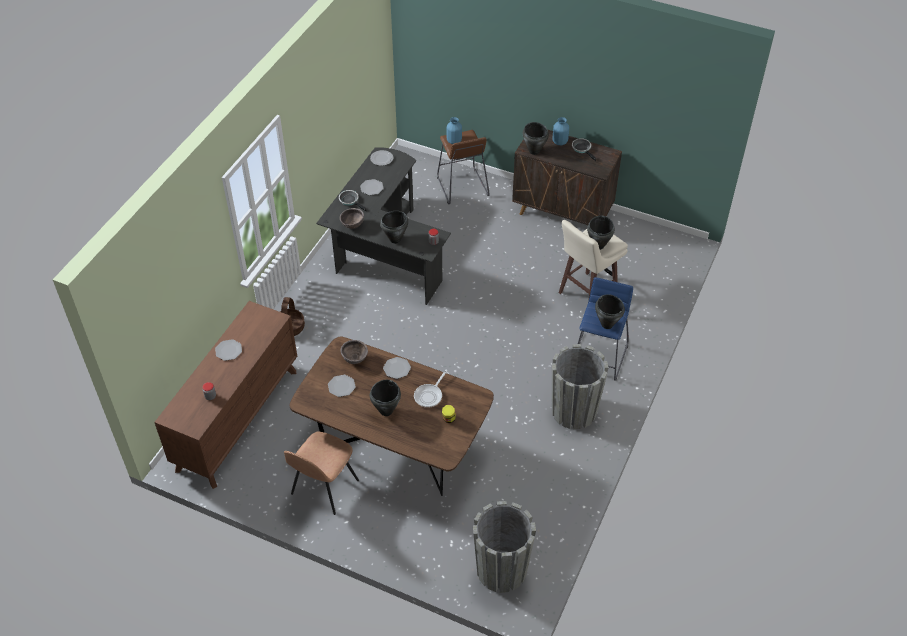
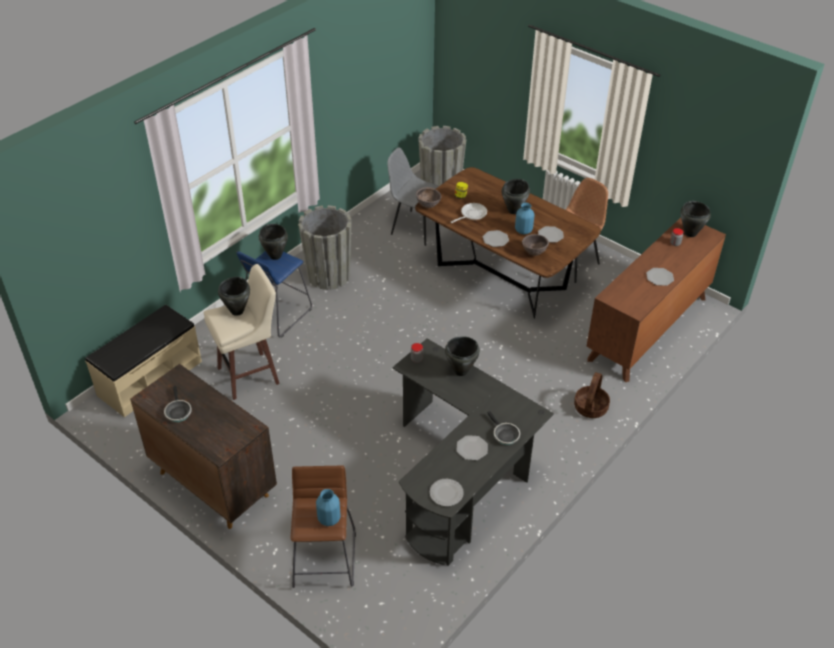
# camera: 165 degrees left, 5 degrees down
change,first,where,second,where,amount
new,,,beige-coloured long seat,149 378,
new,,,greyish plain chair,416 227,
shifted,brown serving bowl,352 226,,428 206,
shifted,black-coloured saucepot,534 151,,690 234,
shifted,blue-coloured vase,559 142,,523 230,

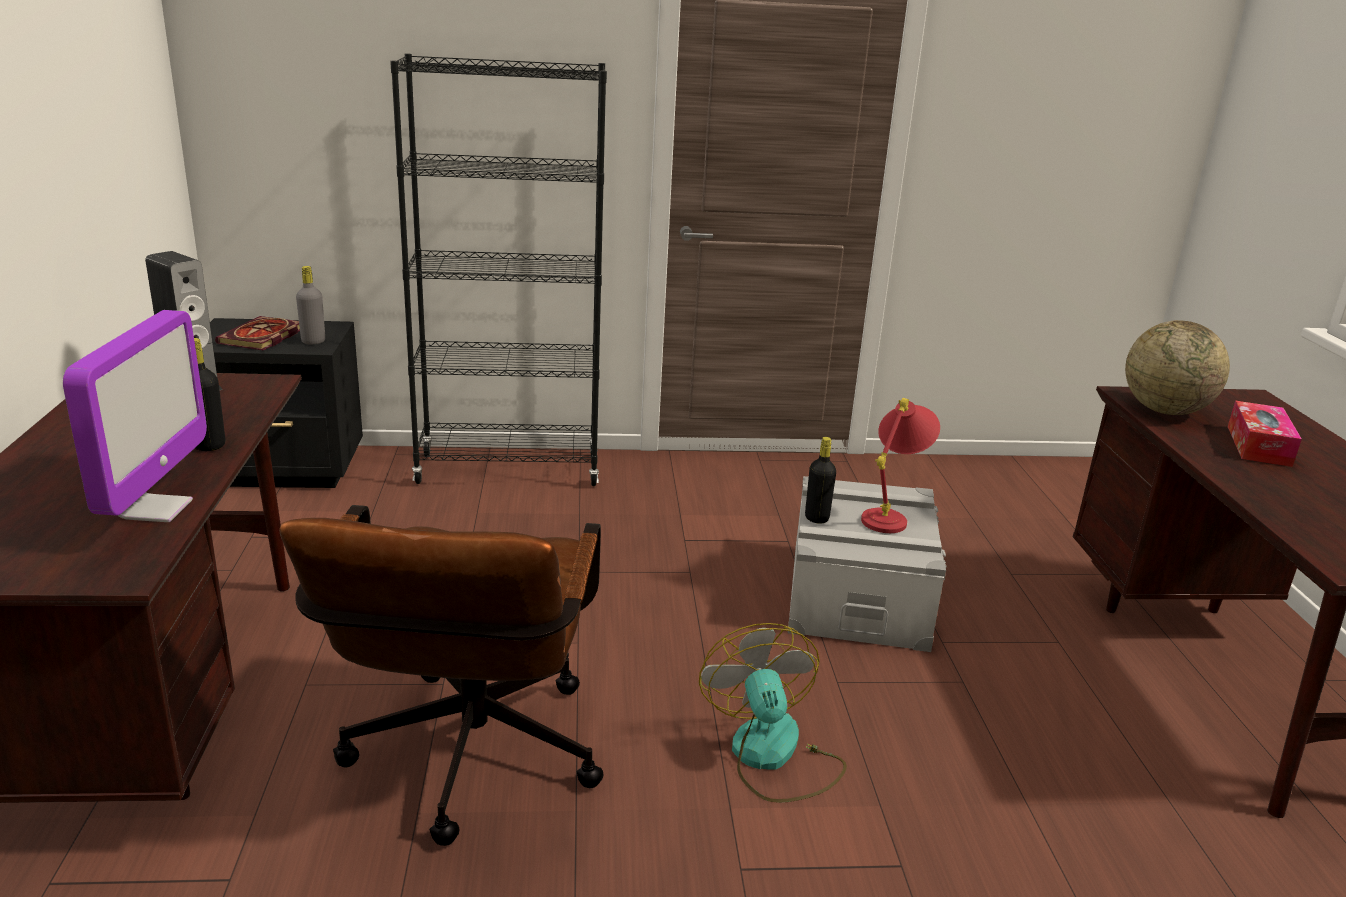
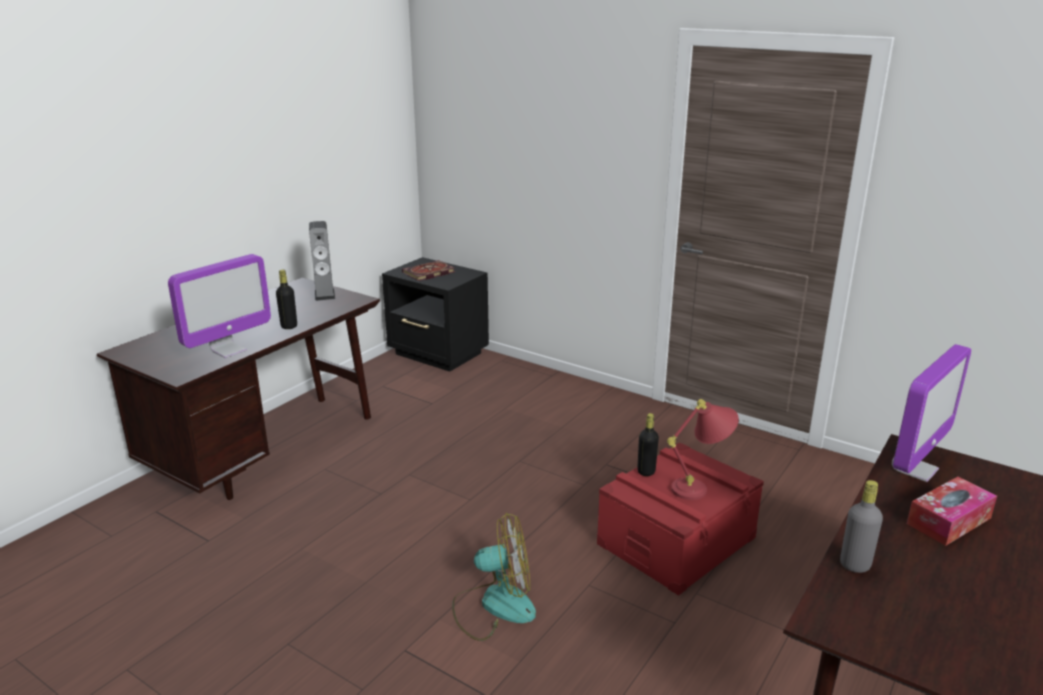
# camera: 40 degrees right, 0 degrees up
change,first,where,second,where,amount
gone,brown desk chair,468 765,,,
gone,black-coloured shelving unit,509 470,,,
shifted,greyish beverage bottle,313 341,,855 565,
swapped,world globe,1164 410,computer display,914 469,
repainted,greyish storage bin,857 595,reddish storage bin,676 540,
rotated,fan,772 756,,494 606,60 degrees clockwise

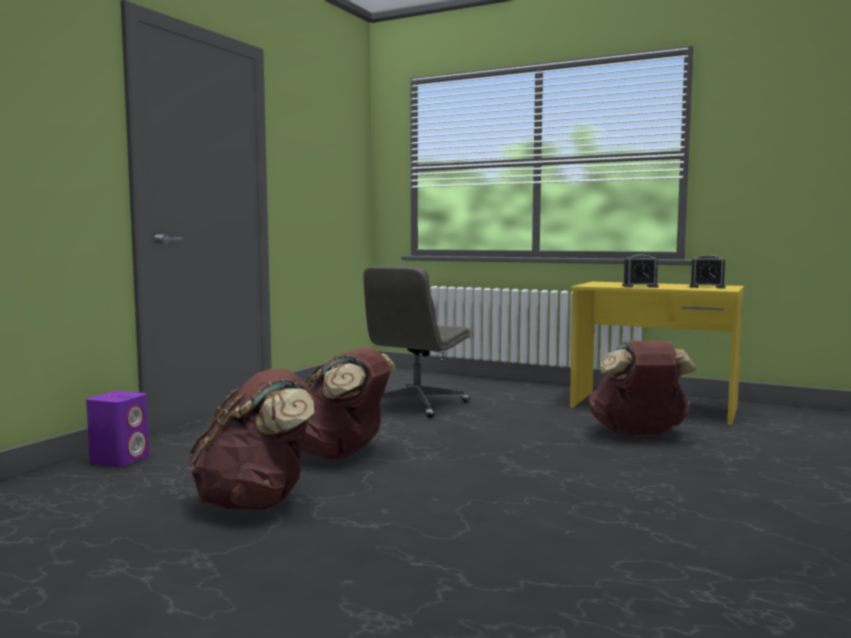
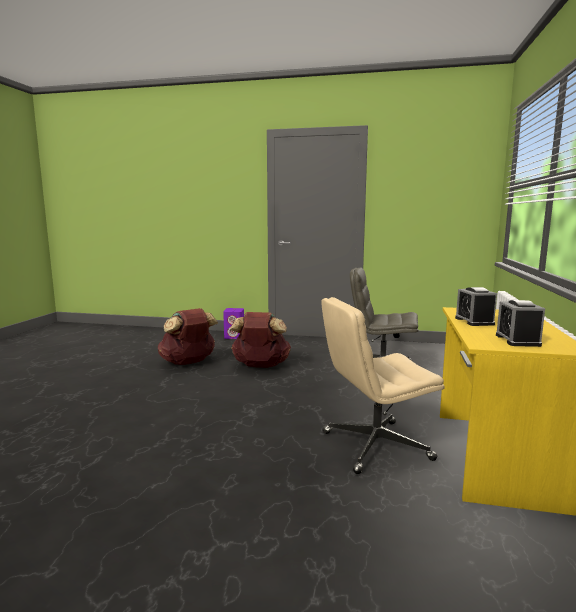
# camera: 75 degrees right, 5 degrees up
change,first,where,second,where,amount
swapped,brown knapsack,638 433,beige-coloured desk chair,374 446,

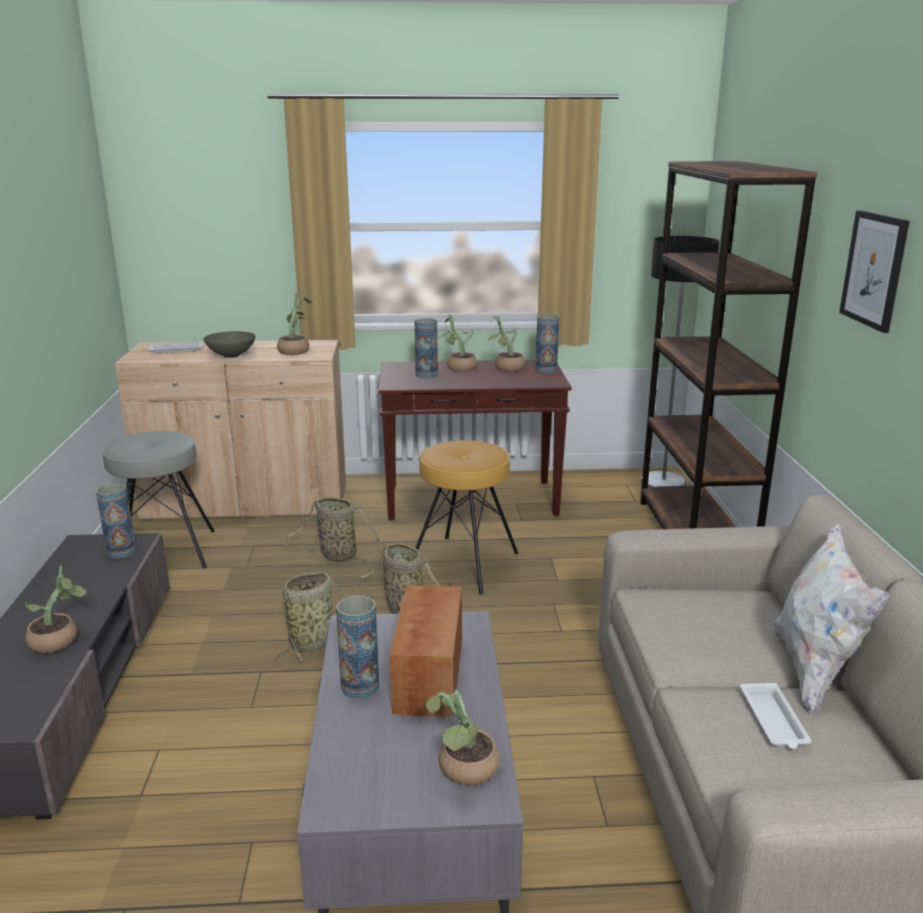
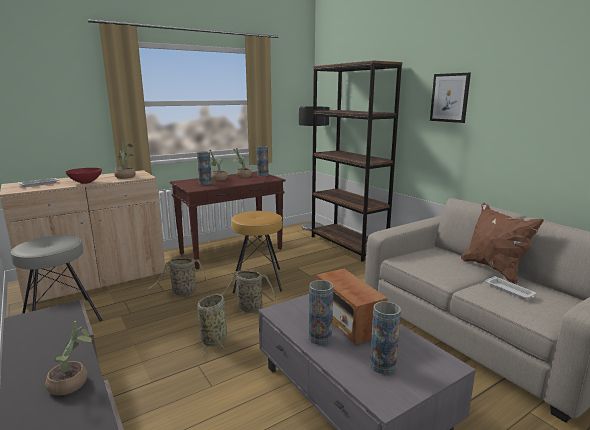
# camera: 30 degrees left, 5 degrees down
change,first,where,second,where,amount
gone,plant in a pot,464 771,,,
shifted,vase,121 552,,382 365,
repainted,greyish serving bowl,232 355,reddish serving bowl,86 182,
repainted,white throw pillow,814 671,brown throw pillow,494 270,

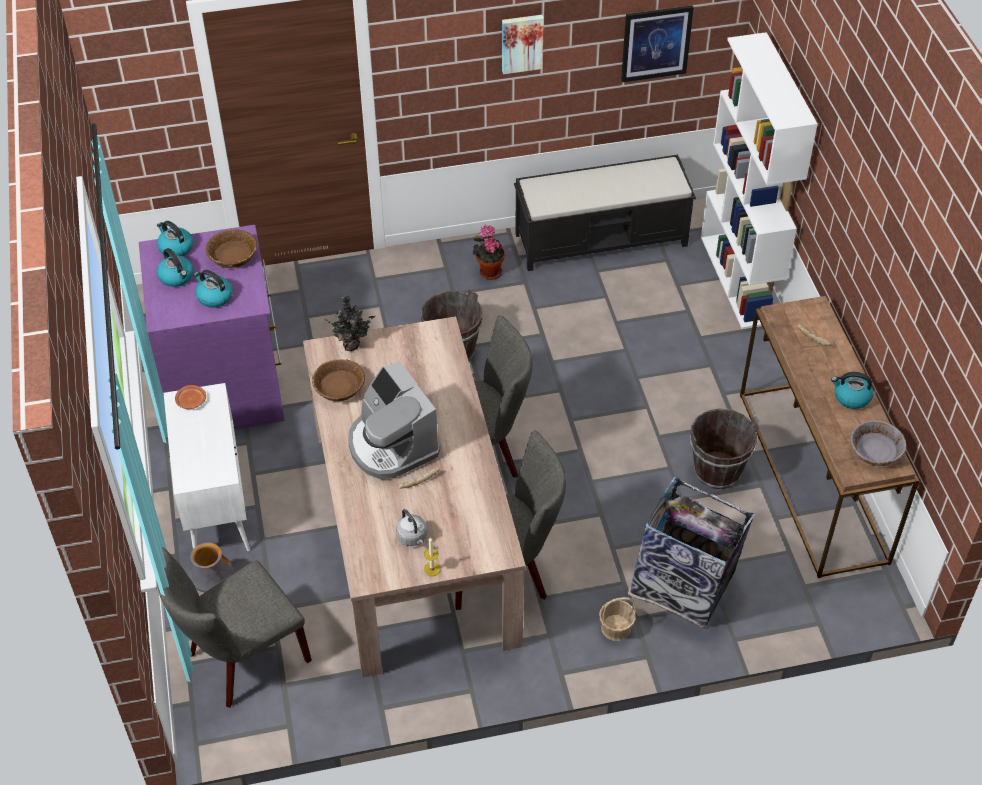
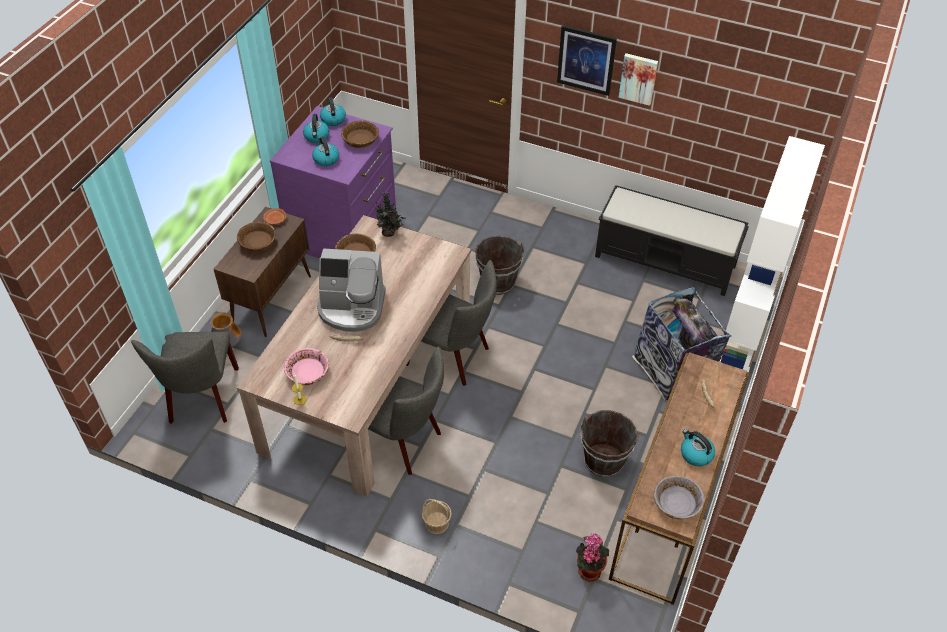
# camera: 35 degrees right, 0 degrees up
change,first,where,second,where,amount
new,,,brown serving bowl,258 242,
shifted,plant in a pot,489 271,,589 569,
shifted,wall art,656 43,,586 60,
shifted,rubbish bin,684 586,,673 372,
swapped,greyish water kettle,413 537,pink serving bowl,308 373,
repainted,white cabinet,216 506,brown cabinet,272 299,
rotated,greyish plain chair,242 660,,202 399,90 degrees counterclockwise
rotated,coffee machine,391 445,,352 308,90 degrees counterclockwise

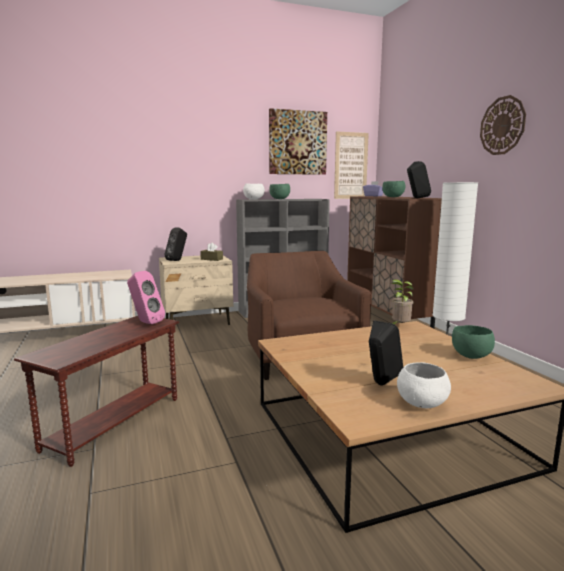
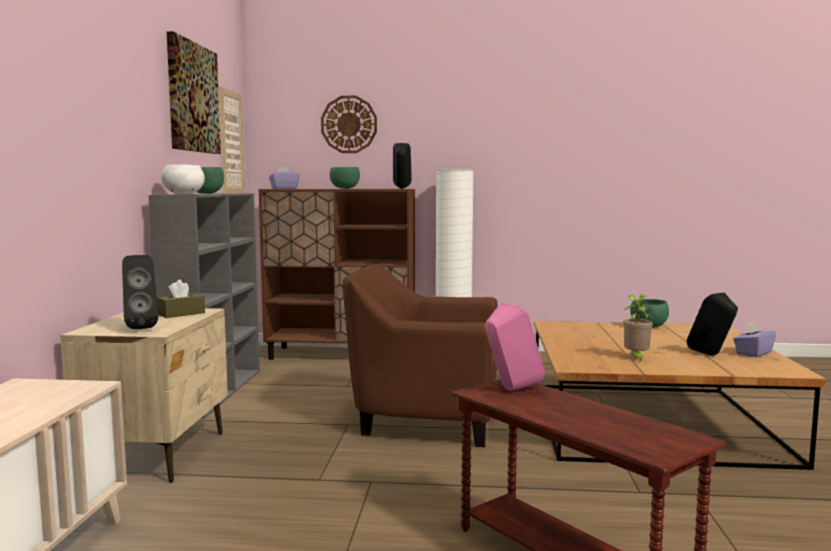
# camera: 65 degrees left, 5 degrees down
change,first,where,second,where,amount
shifted,plant in a pot,399 326,,636 358,
shifted,clock on the wall,502 126,,349 124,
swapped,white serving bowl,421 403,purple-coloured tissue holder,753 353,

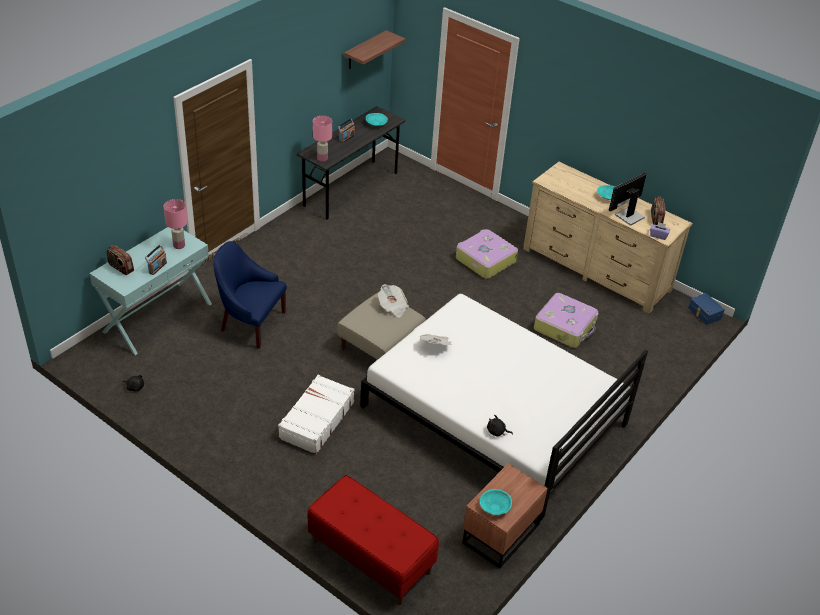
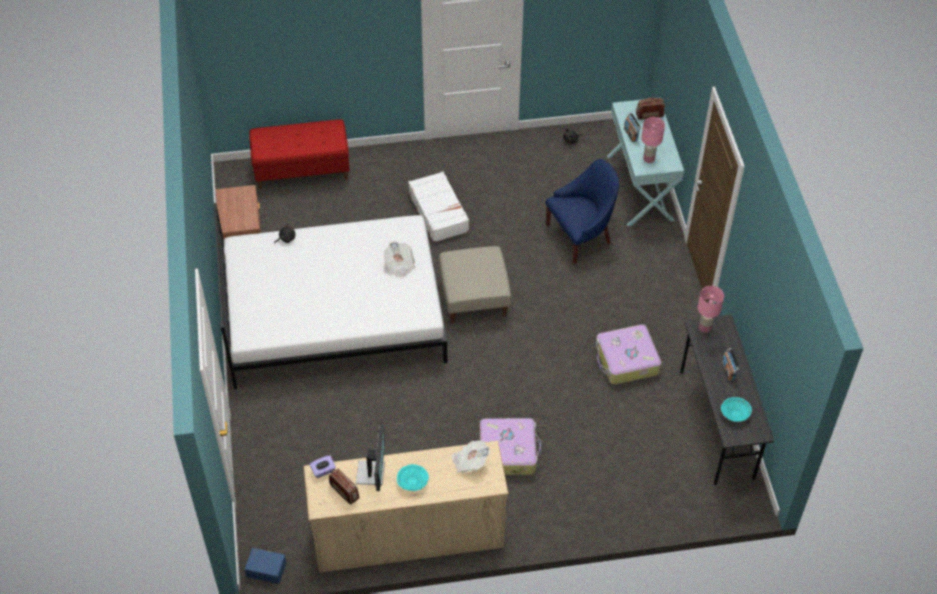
# camera: 135 degrees right, 10 degrees up
change,first,where,second,where,amount
gone,wall shelf,365 50,,,
gone,blue-green serving bowl,494 507,,,
shifted,printed paper,393 307,,470 461,
shifted,travel case,565 326,,626 360,

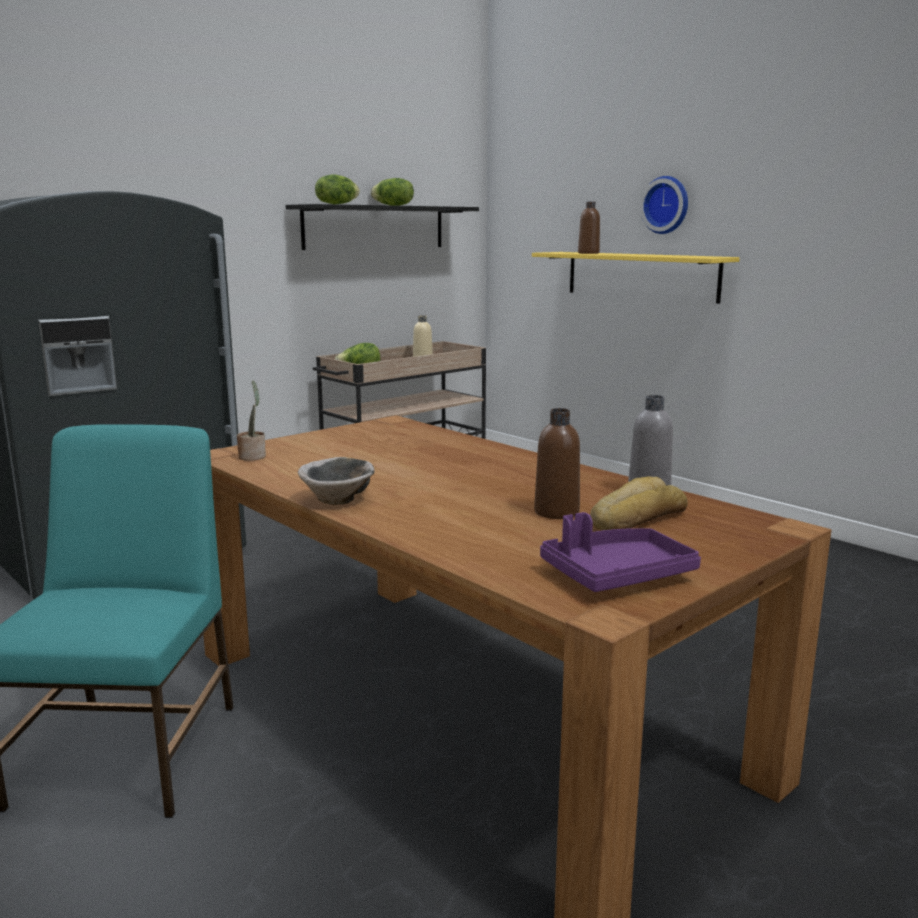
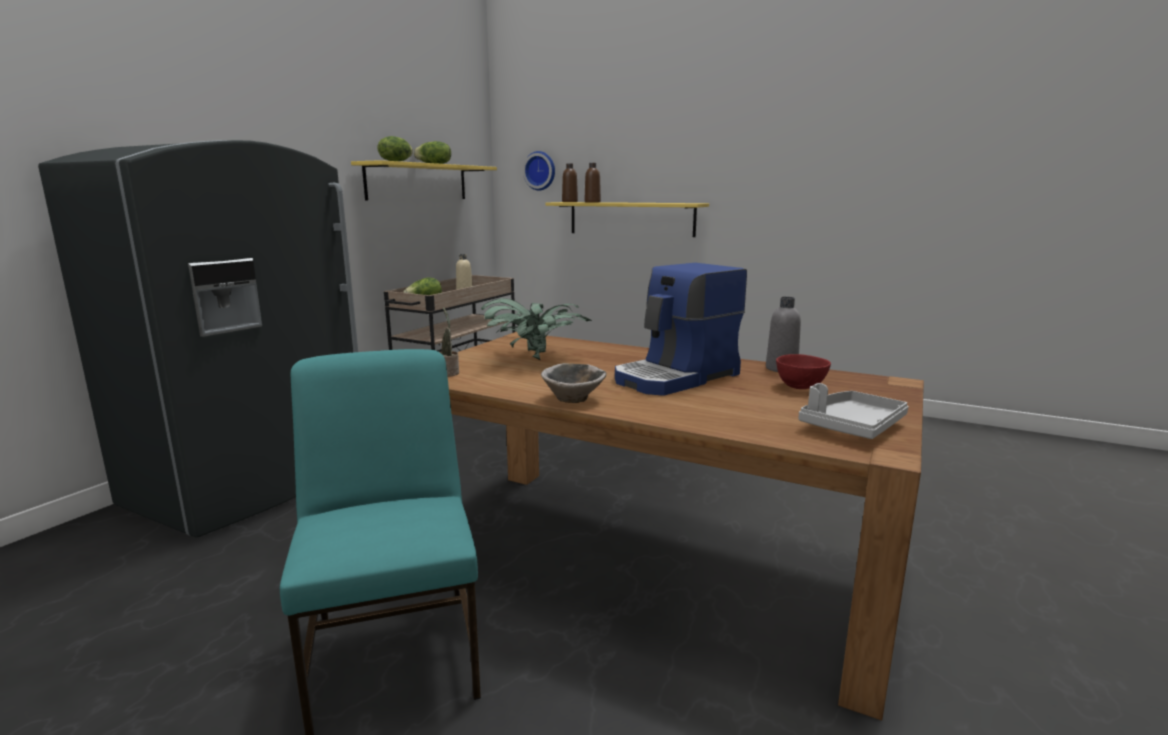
# camera: 20 degrees left, 0 degrees up
change,first,where,second,where,amount
new,,,plant in a pot,534 359,
new,,,coffee machine,677 377,
shifted,brown beverage bottle,556 512,,569 202,
shifted,clock on the wall,666 205,,540 171,
swapped,bread,635 518,reddish serving bowl,801 387,
repainted,black-coloured wall shelf,375 227,yellow-coloured wall shelf,418 182,
repainted,purple-coloured tray,616 575,greyish tray,851 426,

